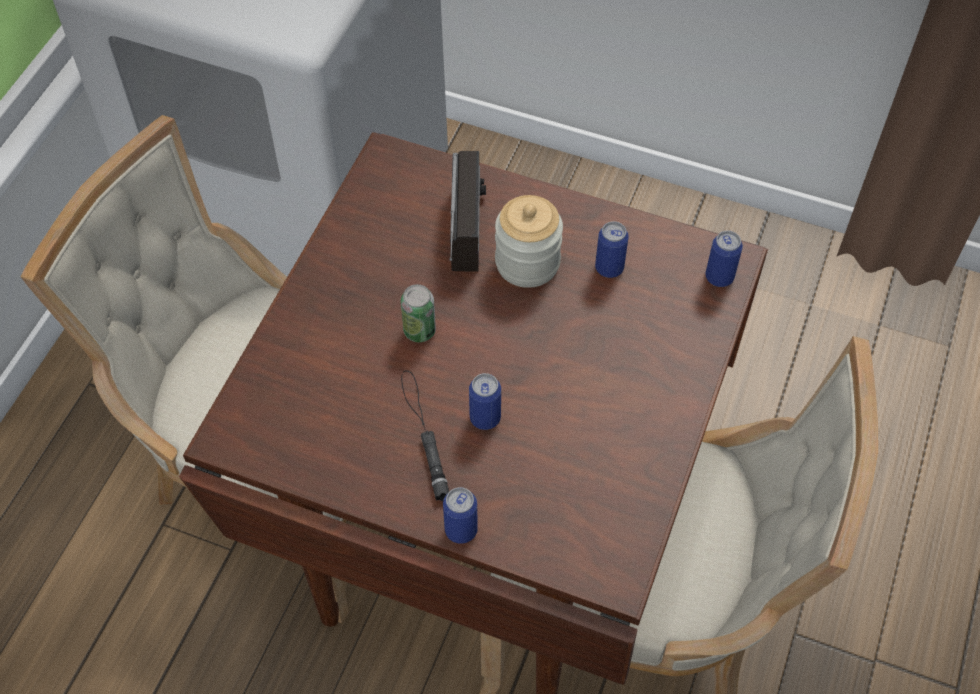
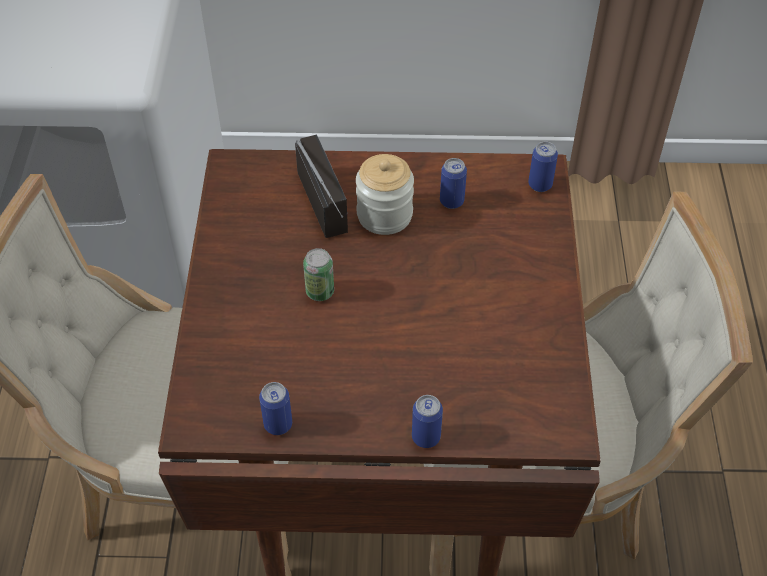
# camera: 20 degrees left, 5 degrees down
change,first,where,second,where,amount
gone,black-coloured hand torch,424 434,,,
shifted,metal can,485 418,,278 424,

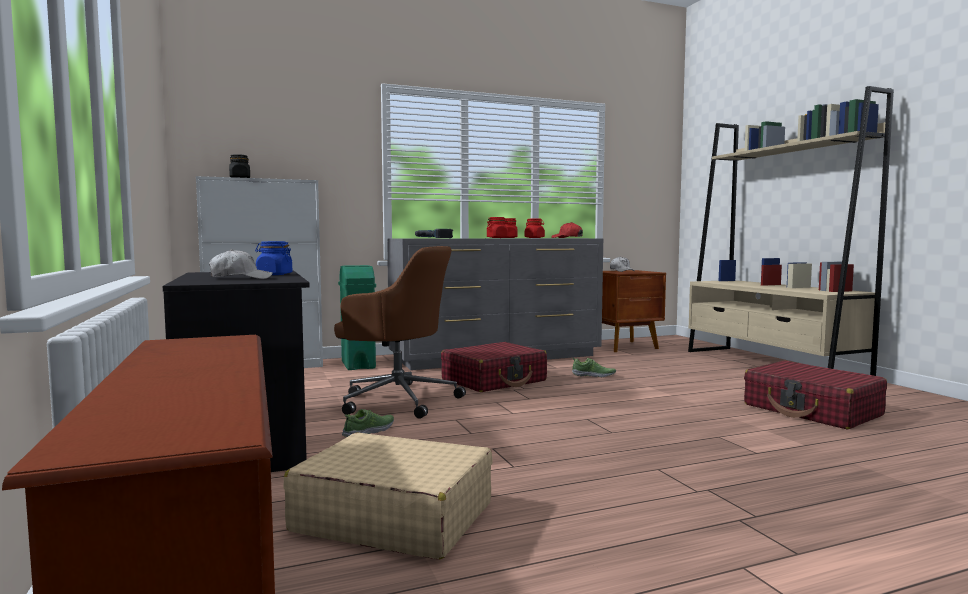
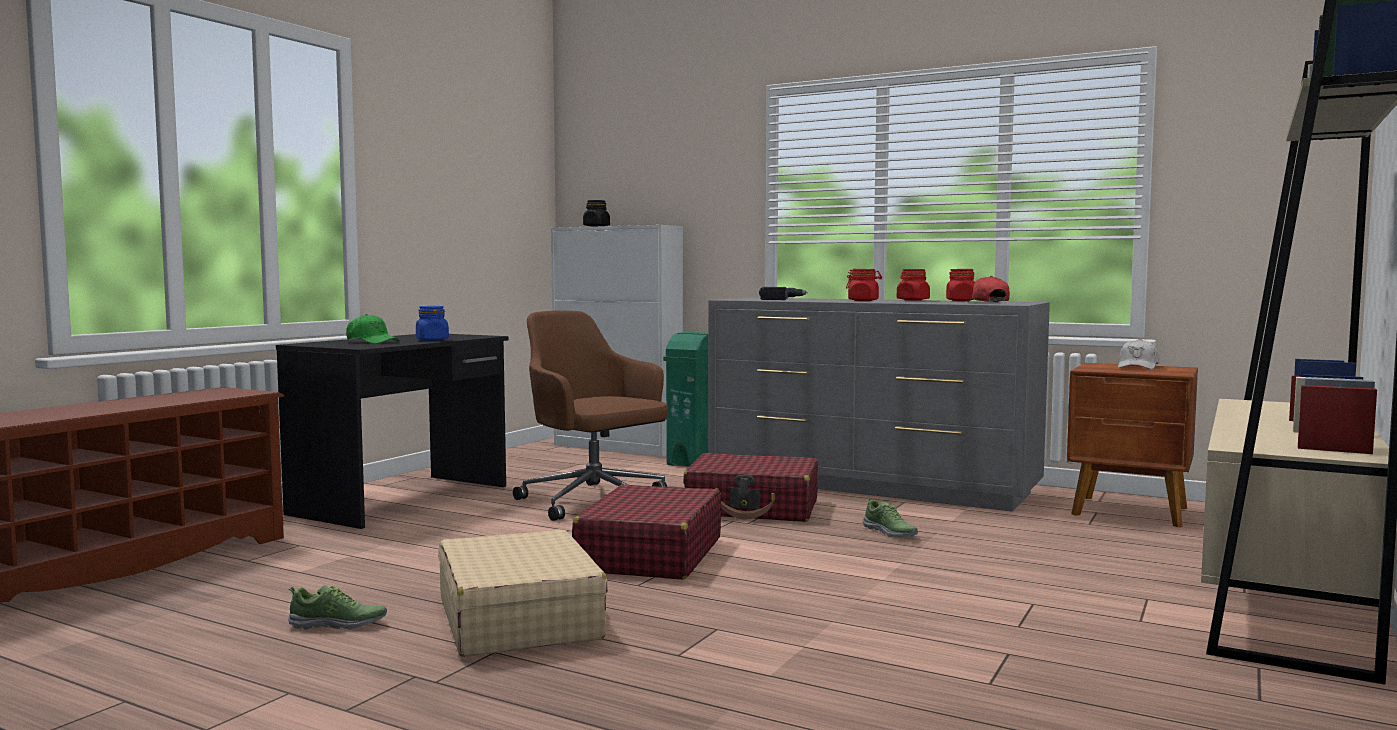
# camera: 50 degrees right, 0 degrees up
change,first,where,second,where,amount
shifted,beige-coloured travel case,393 517,,519 618,
shifted,shoe,369 432,,338 624,
shifted,reddish travel case,812 410,,649 555,
repainted,white peaked cap,240 278,green-coloured peaked cap,372 342,
rotated,brown desk chair,397 400,,594 501,150 degrees clockwise

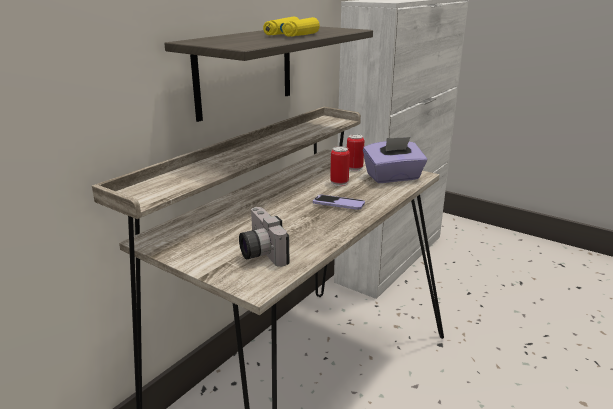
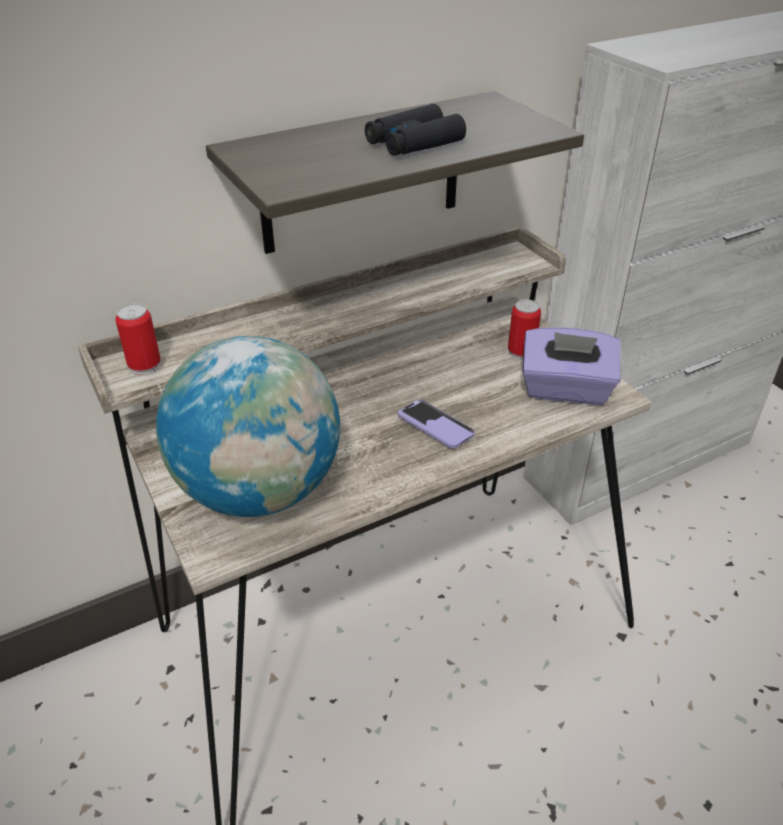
# camera: 25 degrees right, 15 degrees up
change,first,where,second,where,amount
shifted,metal can,339 182,,144 365,
swapped,still camera,259 252,world globe,259 490,
repainted,yellow-coloured pair of binoculars,291 35,black-coloured pair of binoculars,414 143,

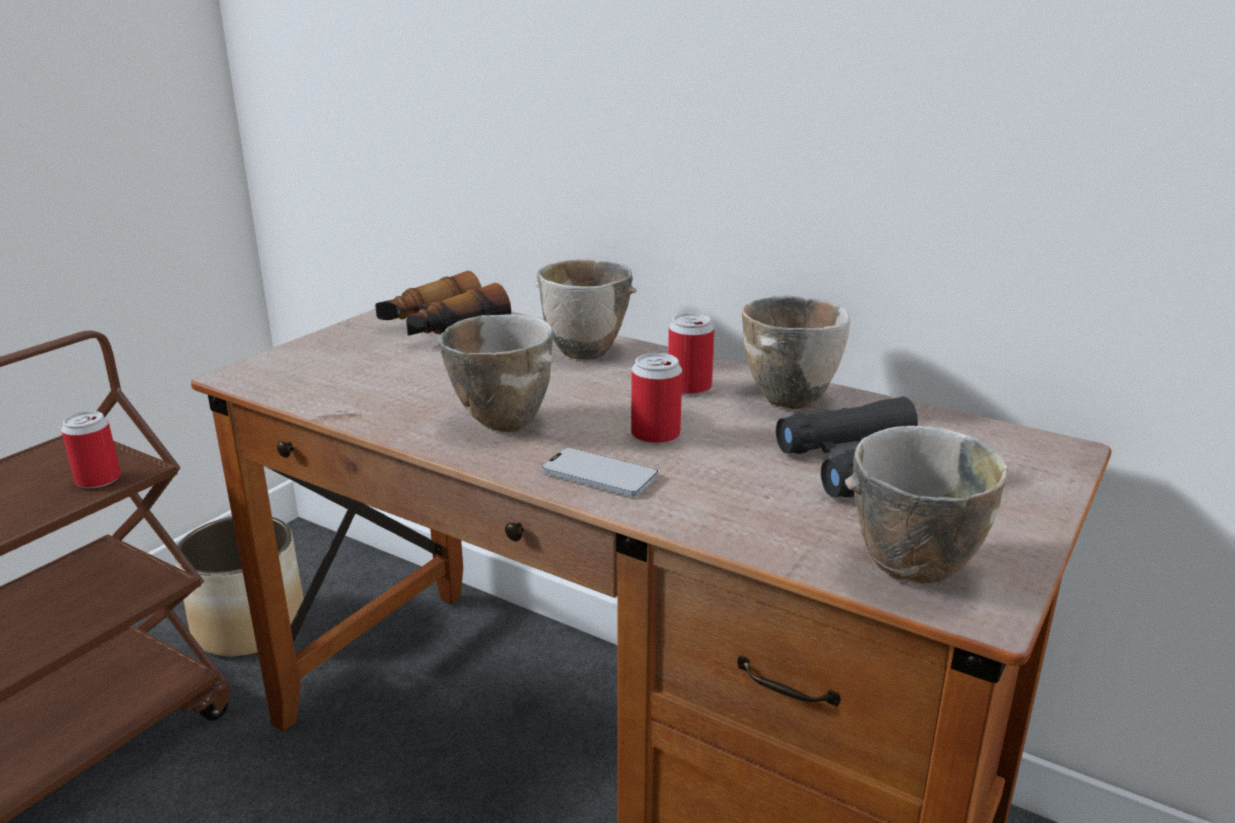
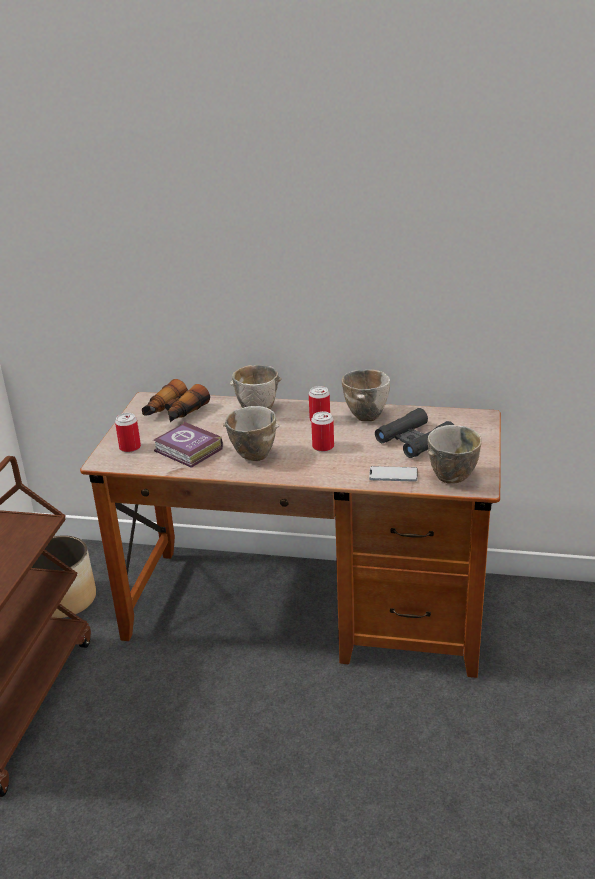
# camera: 20 degrees left, 5 degrees up
change,first,where,second,where,amount
new,,,book,188 451,
shifted,metal can,98 480,,130 448,
shifted,handset,599 474,,393 475,

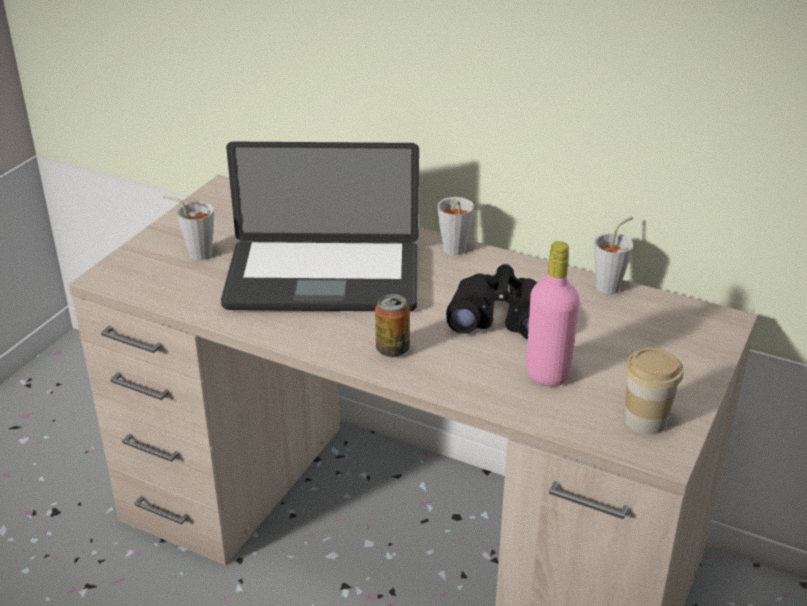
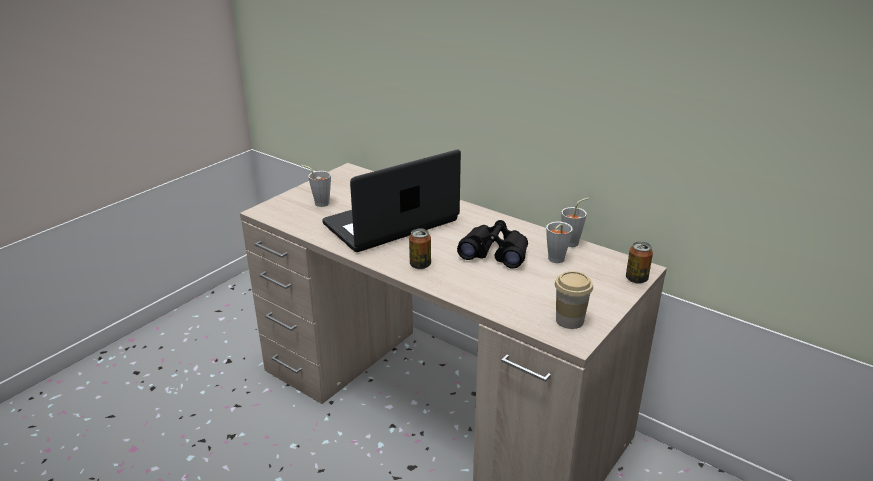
# camera: 10 degrees right, 5 degrees down
change,first,where,second,where,amount
gone,pink beverage bottle,547 374,,,
new,,,metal can,636 279,
shifted,greyish drinking cup,452 252,,554 260,
rotated,laptop,323 279,,391 223,135 degrees clockwise

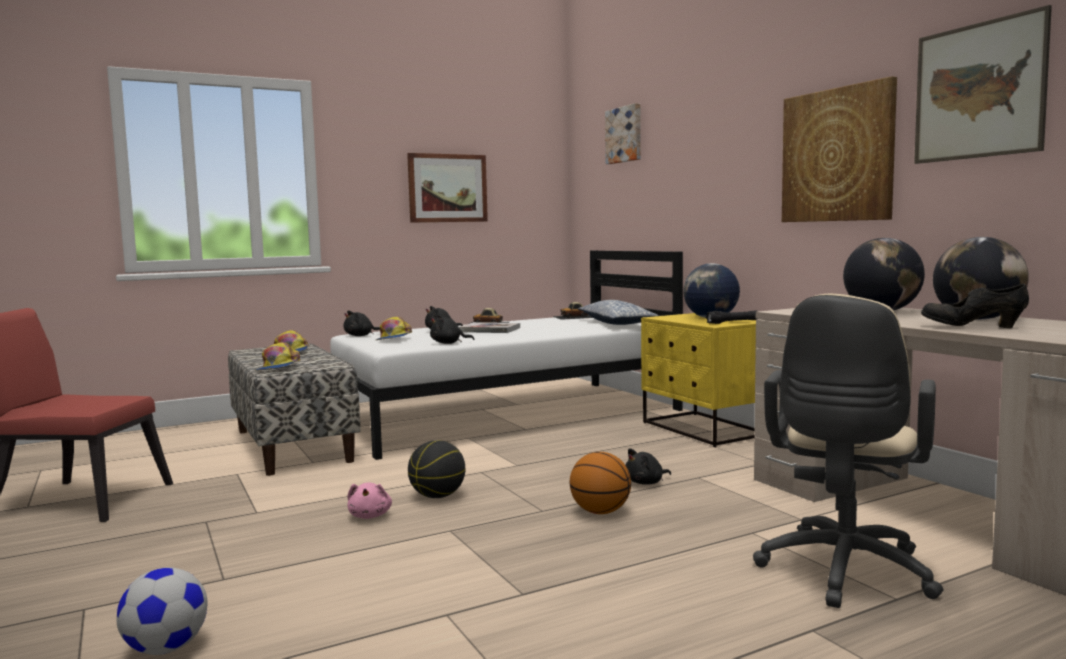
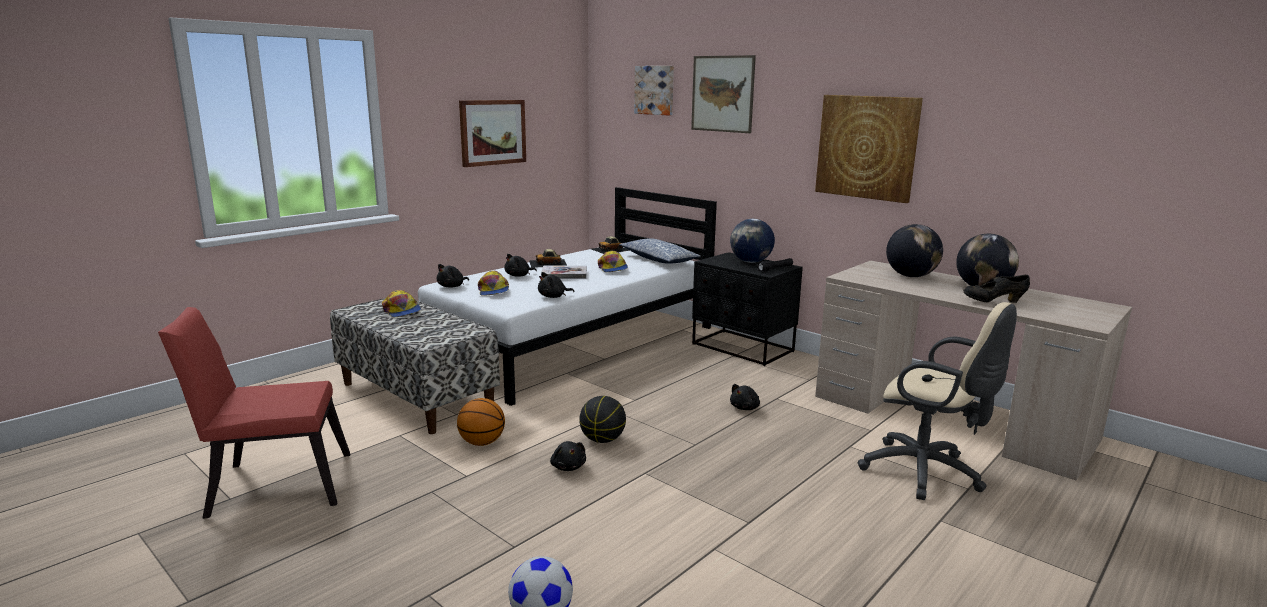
# camera: 20 degrees left, 10 degrees up
change,first,where,second,where,amount
shifted,peaked cap,278 367,,612 268,
shifted,basketball ball,600 512,,482 442,
shifted,wall art,978 91,,722 94,
repainted,pink cuddly toy,370 516,black-coloured cuddly toy,568 467,
repainted,yellow-coloured nightstand,703 429,black-coloured nightstand,742 348,
rotated,beige-coloured desk chair,843 574,,927 473,60 degrees counterclockwise

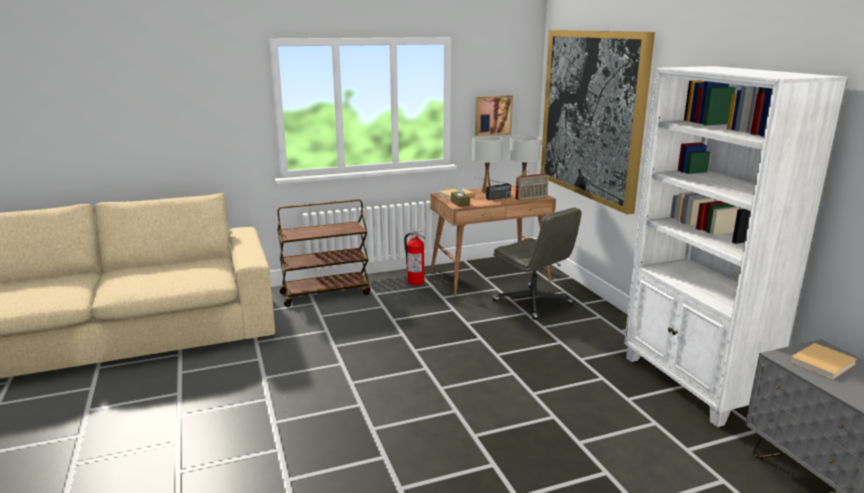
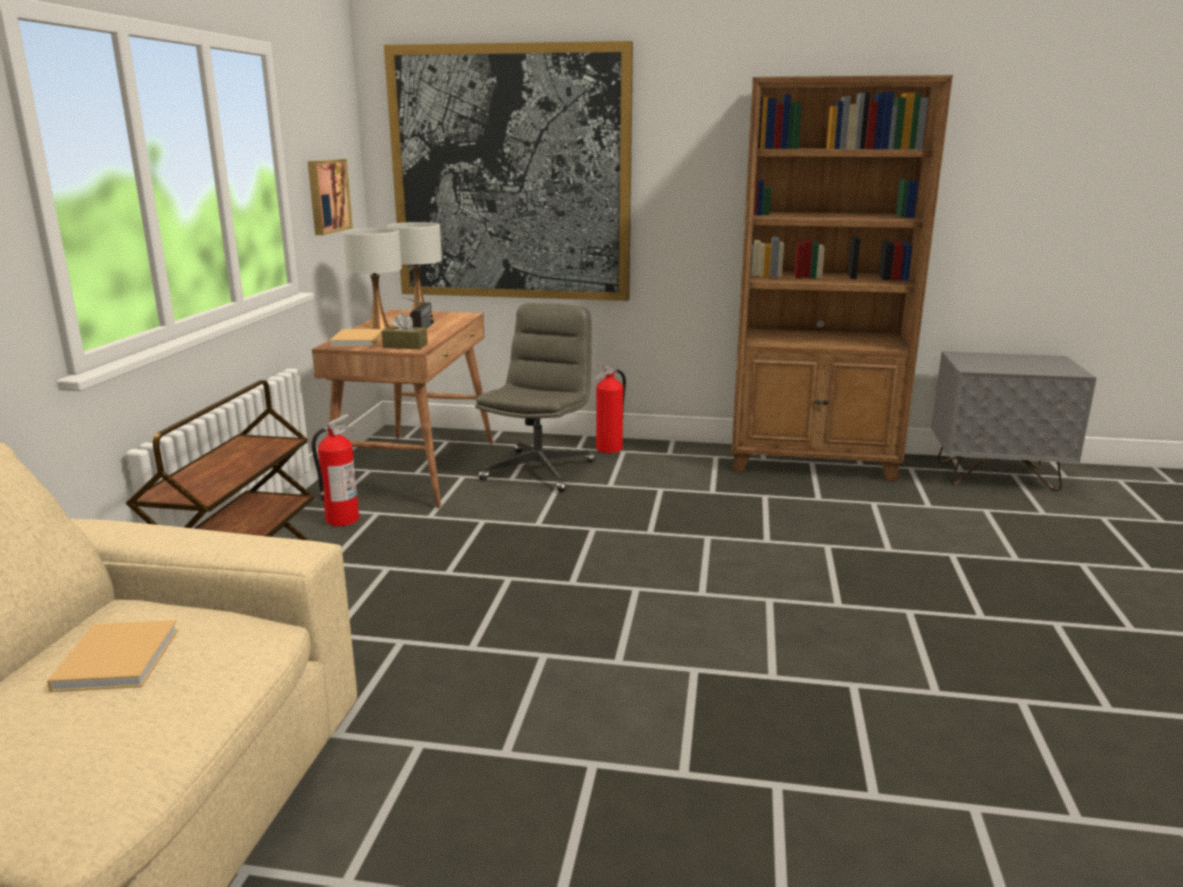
# camera: 60 degrees left, 0 degrees up
change,first,where,second,where,amount
gone,radio,531 198,,,
new,,,fire-fighting cylinder,610 449,
shifted,beige-coloured book,823 362,,119 657,
repainted,white shelving unit,693 384,brown shelving unit,813 463,
rotated,greyish desk chair,533 303,,539 470,60 degrees counterclockwise

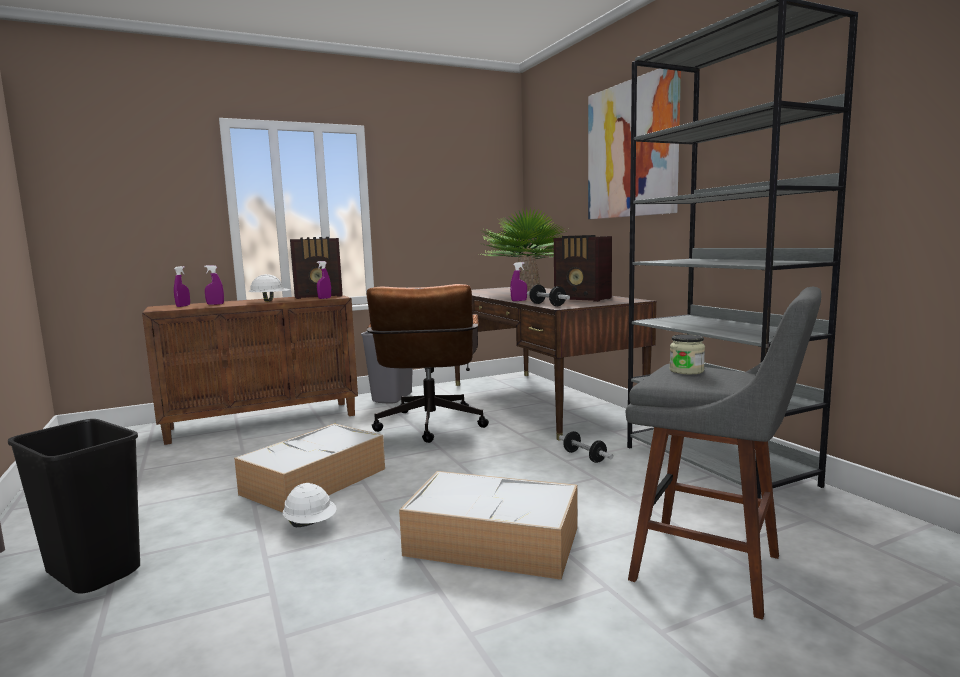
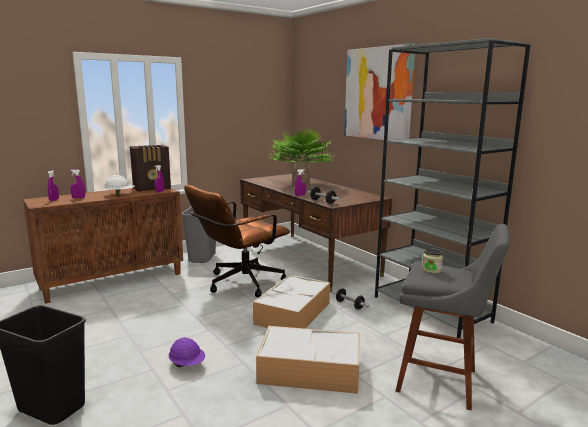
# camera: 10 degrees left, 5 degrees up
change,first,where,second,where,amount
gone,radio,583 299,,,
shifted,storage bin,313 482,,293 314,
repainted,white safety helmet,311 525,purple-coloured safety helmet,187 364,
rotated,brown desk chair,429 428,,239 284,60 degrees clockwise

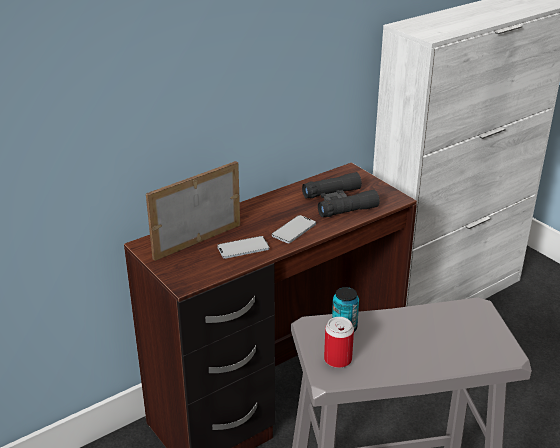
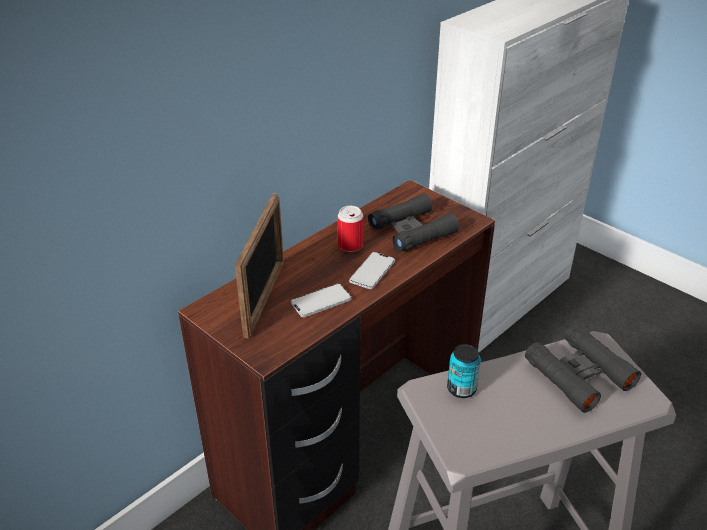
# camera: 10 degrees left, 5 degrees up
change,first,where,second,where,amount
new,,,black-coloured pair of binoculars,579 374,
shifted,metal can,338 359,,350 245,
rotated,picture frame,197 241,,265 298,150 degrees clockwise

